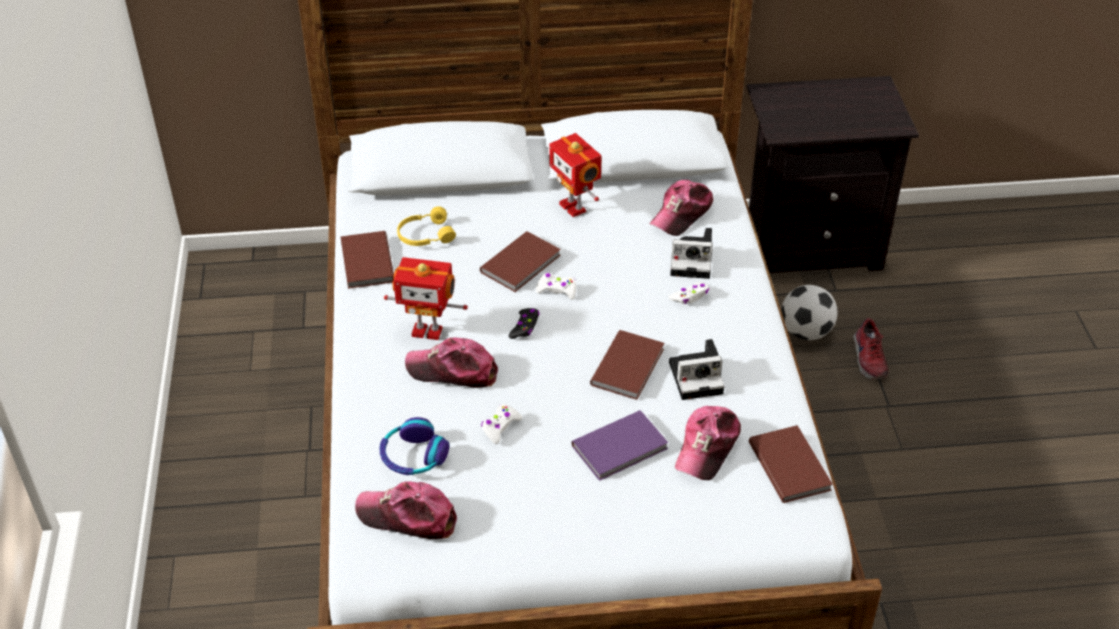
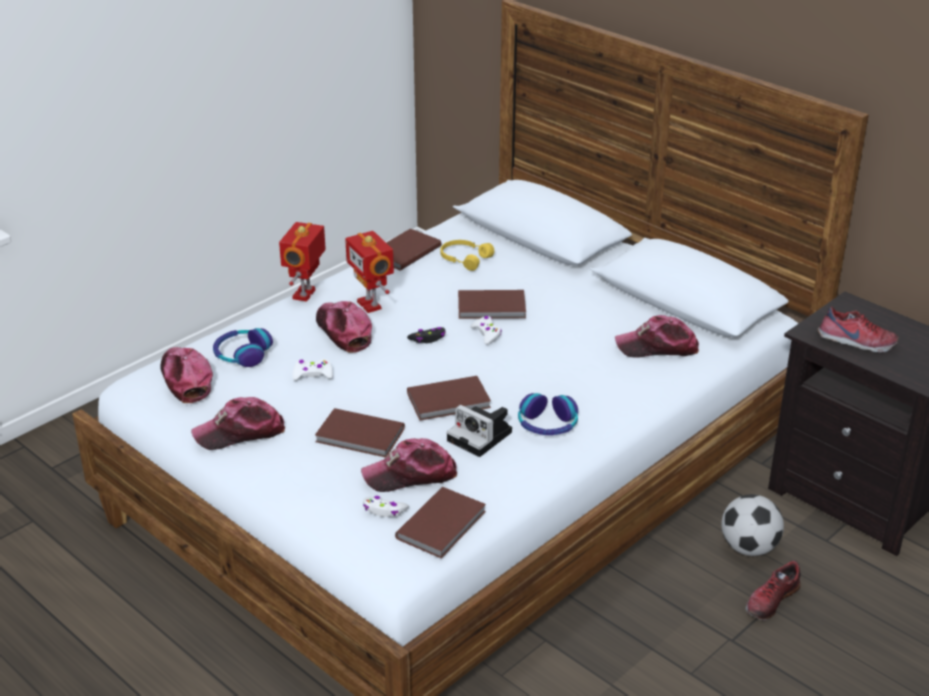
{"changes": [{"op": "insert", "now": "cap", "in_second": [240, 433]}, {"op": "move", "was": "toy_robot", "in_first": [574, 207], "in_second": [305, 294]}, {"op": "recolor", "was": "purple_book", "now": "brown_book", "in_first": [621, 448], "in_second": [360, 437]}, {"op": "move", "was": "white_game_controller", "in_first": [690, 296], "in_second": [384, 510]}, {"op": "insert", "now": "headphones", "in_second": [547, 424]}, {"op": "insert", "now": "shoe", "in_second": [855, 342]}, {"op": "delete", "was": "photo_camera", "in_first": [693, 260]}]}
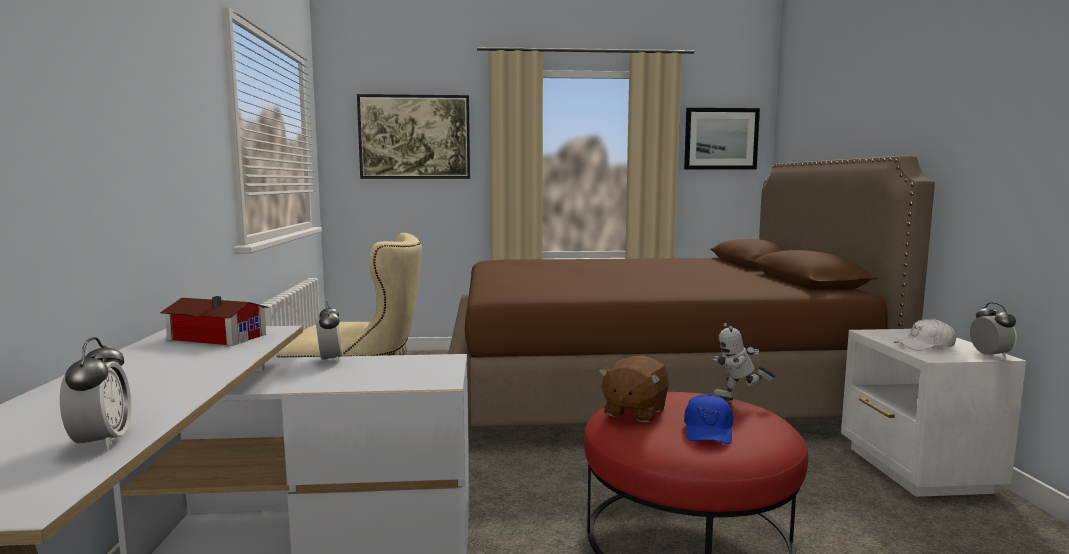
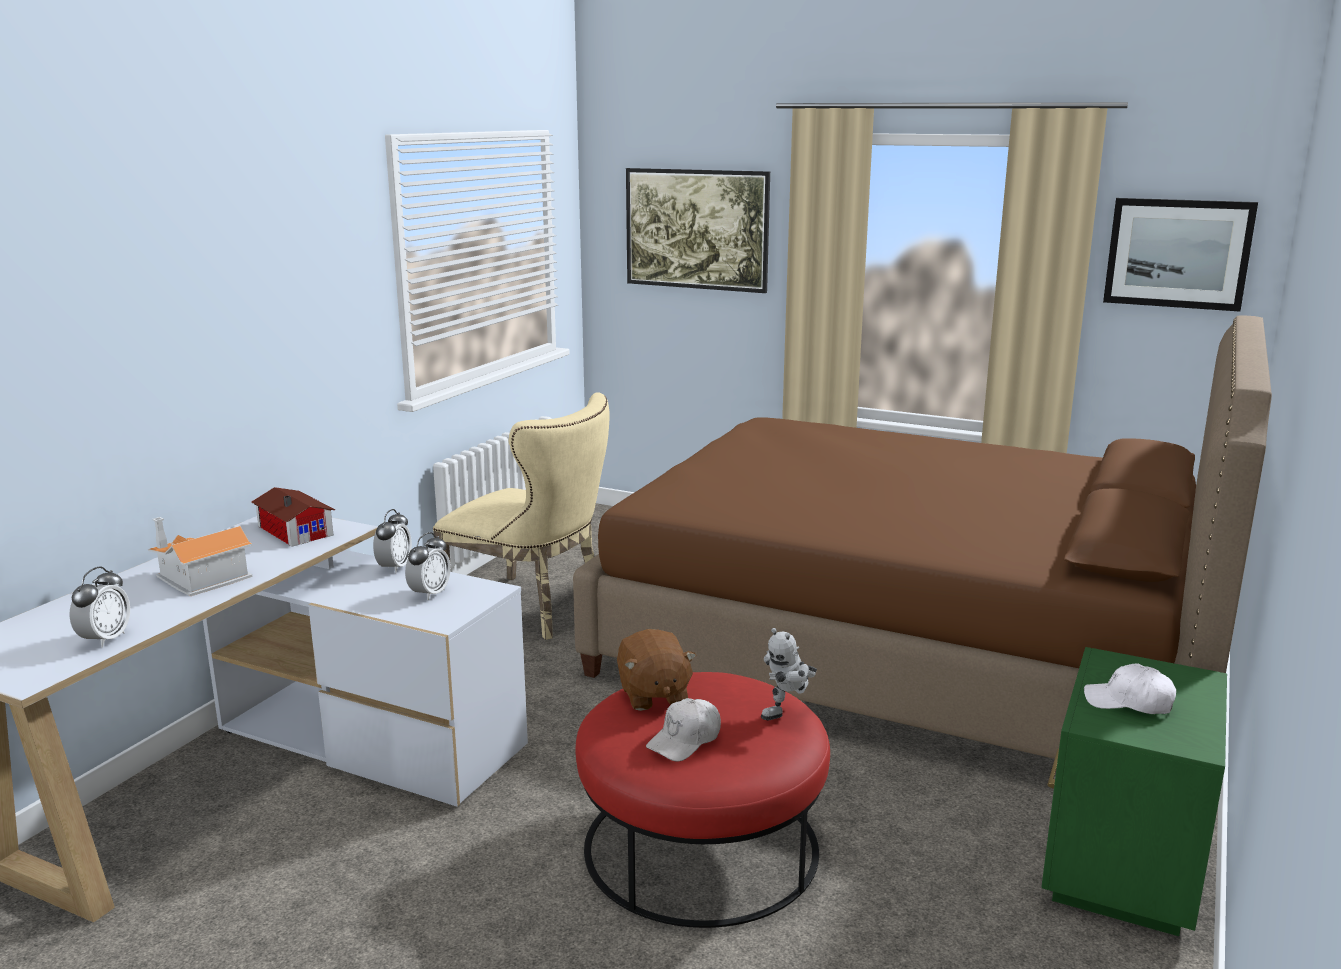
{"changes": [{"op": "insert", "now": "toy_house", "in_second": [199, 579]}, {"op": "move", "was": "alarm_clock", "in_first": [990, 355], "in_second": [429, 594]}, {"op": "rotate", "was": "brown_plush_toy", "in_first": [634, 412], "in_second": [653, 695], "clockwise": -75}, {"op": "recolor", "was": "blue_cap", "now": "white_cap", "in_first": [708, 431], "in_second": [685, 740]}, {"op": "rotate", "was": "toy_robot", "in_first": [739, 401], "in_second": [788, 713], "clockwise": -75}, {"op": "recolor", "was": "white_nightstand", "now": "green_nightstand", "in_first": [916, 470], "in_second": [1118, 871]}]}
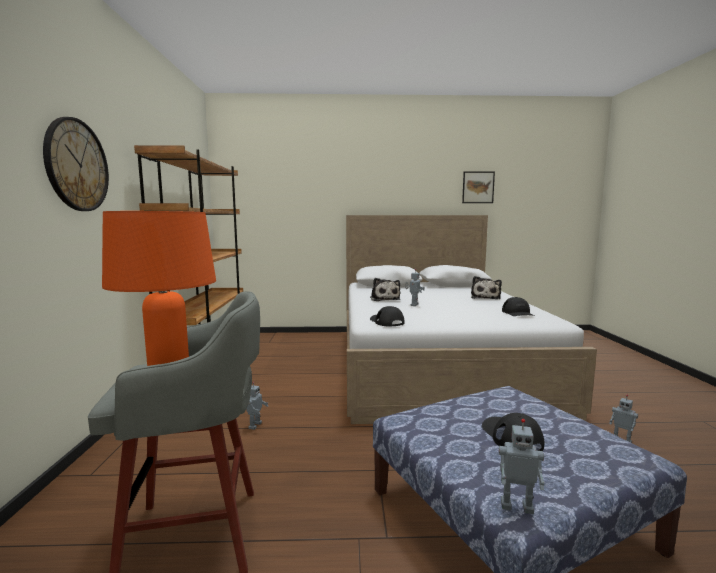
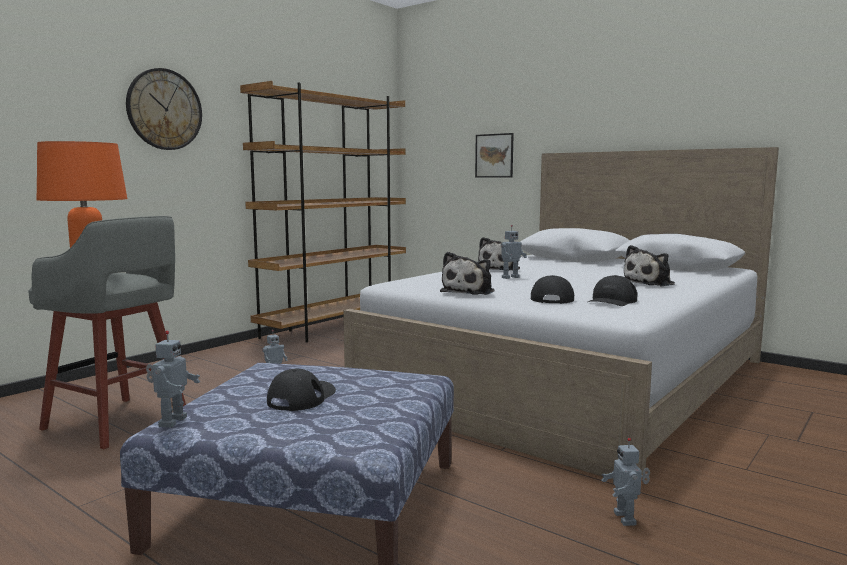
{"changes": [{"op": "rotate", "was": "toy_robot", "in_first": [516, 506], "in_second": [171, 421], "clockwise": -135}, {"op": "insert", "now": "plush_toy", "in_second": [469, 292]}, {"op": "move", "was": "picture", "in_first": [478, 187], "in_second": [494, 155]}, {"op": "move", "was": "black_cap", "in_first": [386, 321], "in_second": [552, 298]}]}
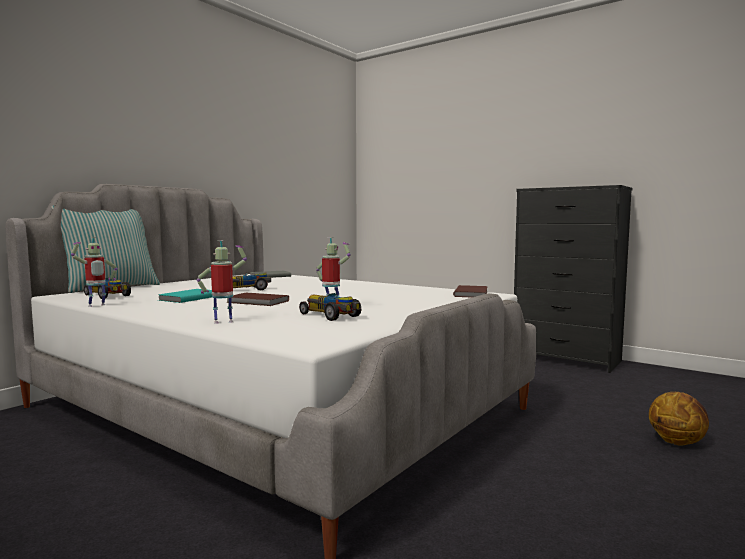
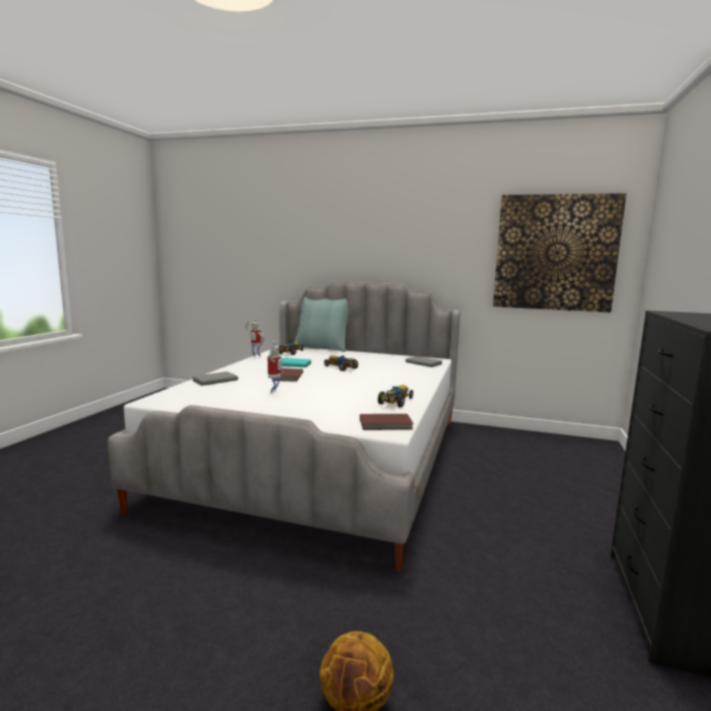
{"changes": [{"op": "replace", "was": "toy_robot", "now": "grey_book", "in_first": [224, 322], "in_second": [214, 380]}, {"op": "move", "was": "toy_car", "in_first": [331, 316], "in_second": [395, 402]}, {"op": "insert", "now": "picture", "in_second": [555, 253]}]}
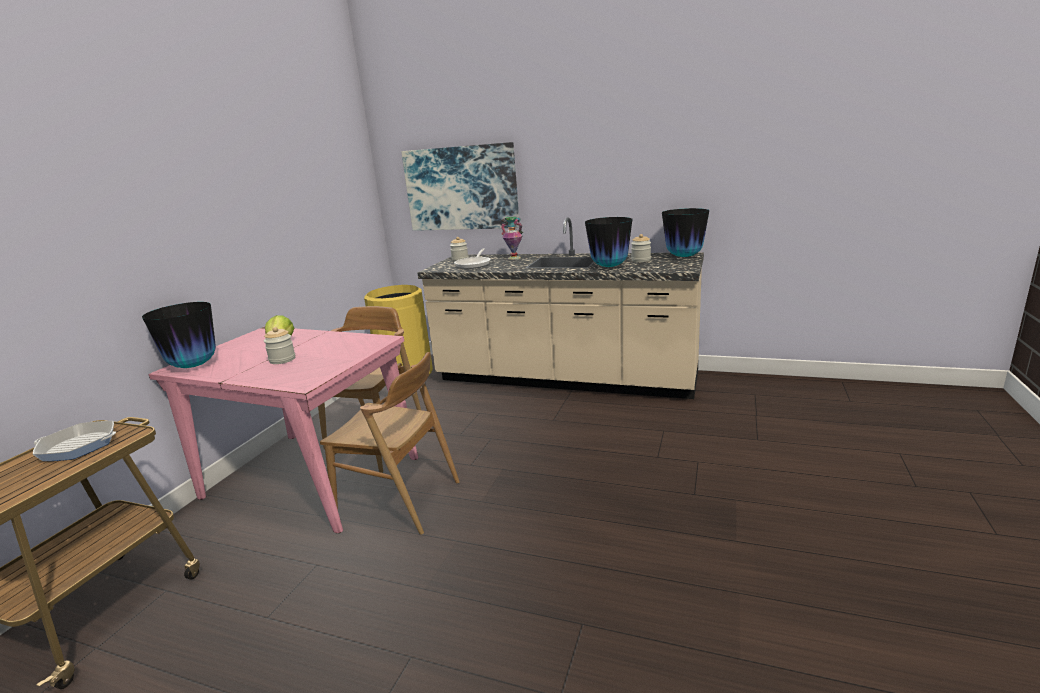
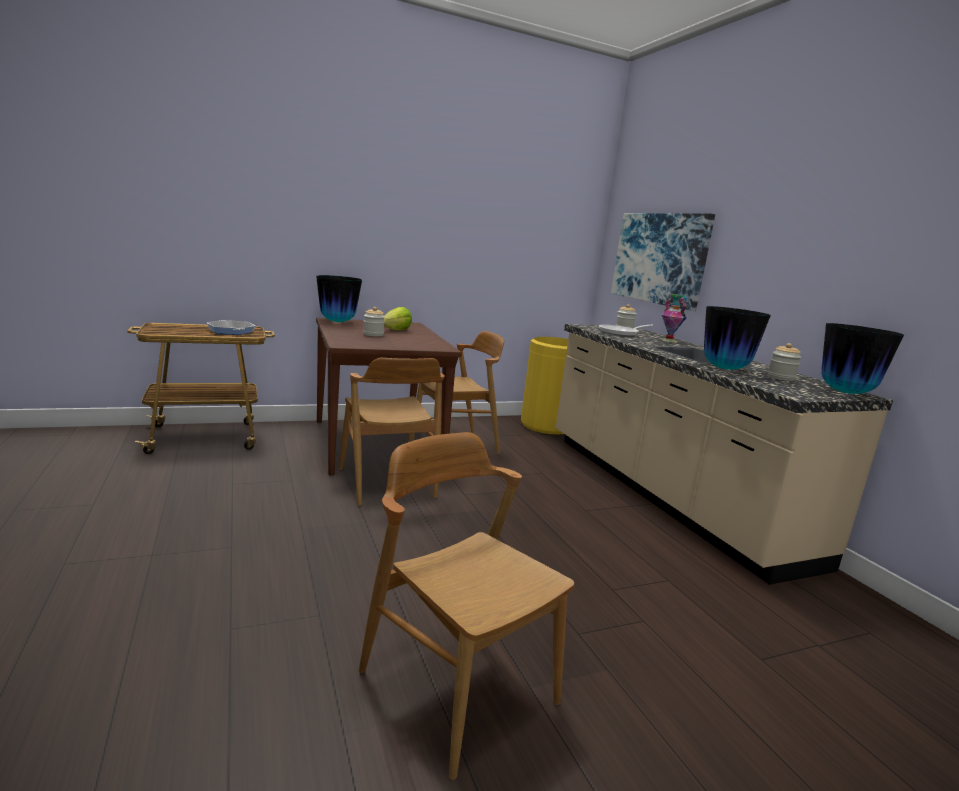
{"changes": [{"op": "recolor", "was": "pink_dining_table", "now": "brown_dining_table", "in_first": [310, 477], "in_second": [375, 443]}, {"op": "insert", "now": "brown_chair", "in_second": [457, 686]}]}
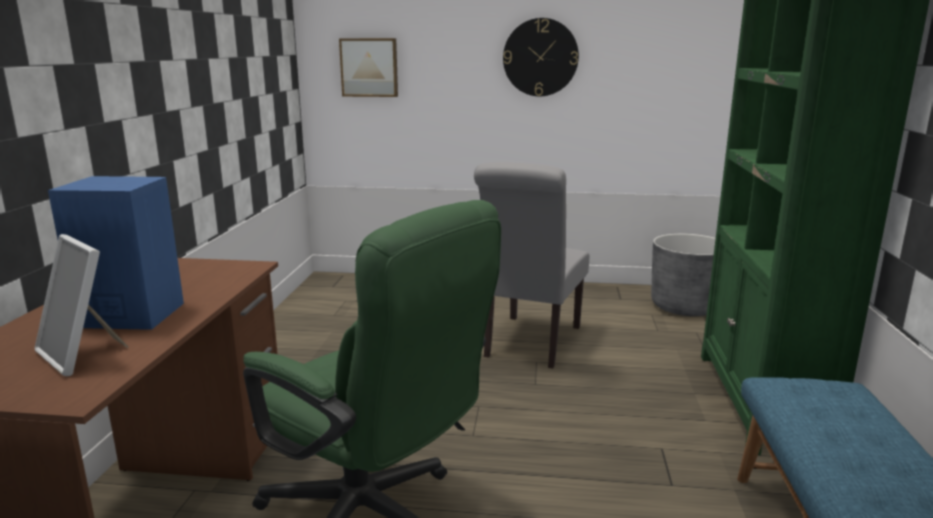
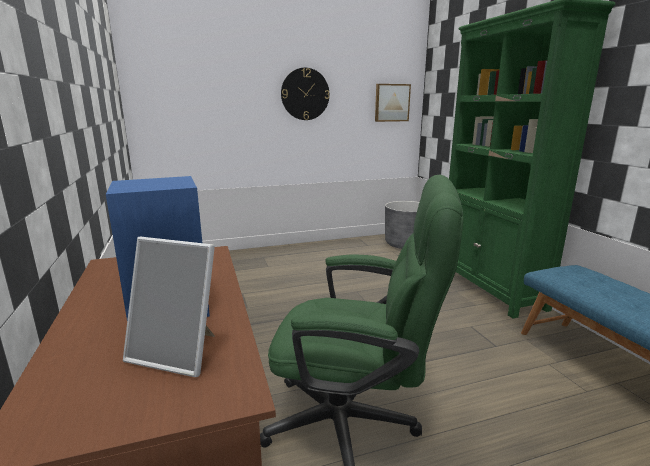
{"changes": [{"op": "move", "was": "picture", "in_first": [369, 67], "in_second": [391, 102]}, {"op": "delete", "was": "grey_chair", "in_first": [530, 344]}]}
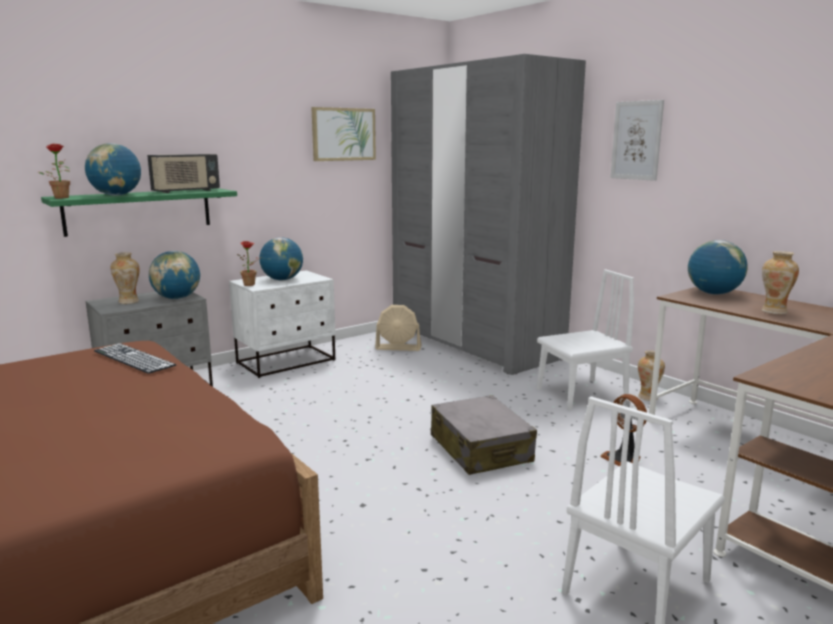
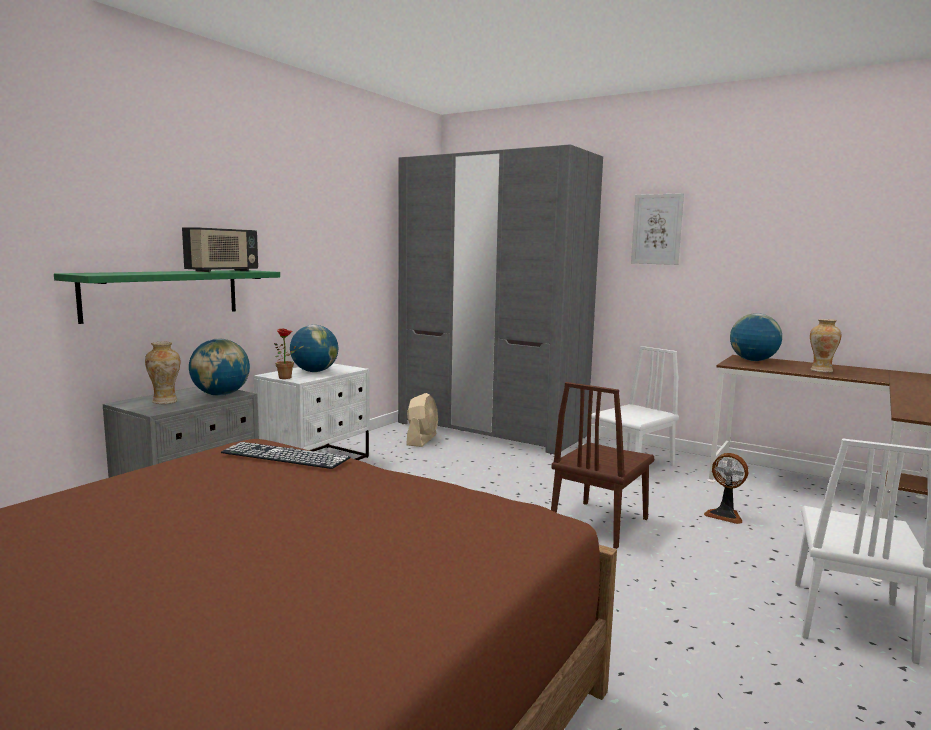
{"changes": [{"op": "rotate", "was": "beige_fan", "in_first": [398, 348], "in_second": [422, 440], "clockwise": -60}, {"op": "replace", "was": "grey_suitcase", "now": "brown_chair", "in_first": [480, 449], "in_second": [599, 523]}, {"op": "delete", "was": "potted_plant", "in_first": [61, 197]}, {"op": "delete", "was": "globe", "in_first": [116, 195]}, {"op": "delete", "was": "picture", "in_first": [343, 134]}, {"op": "delete", "was": "vase", "in_first": [648, 397]}]}
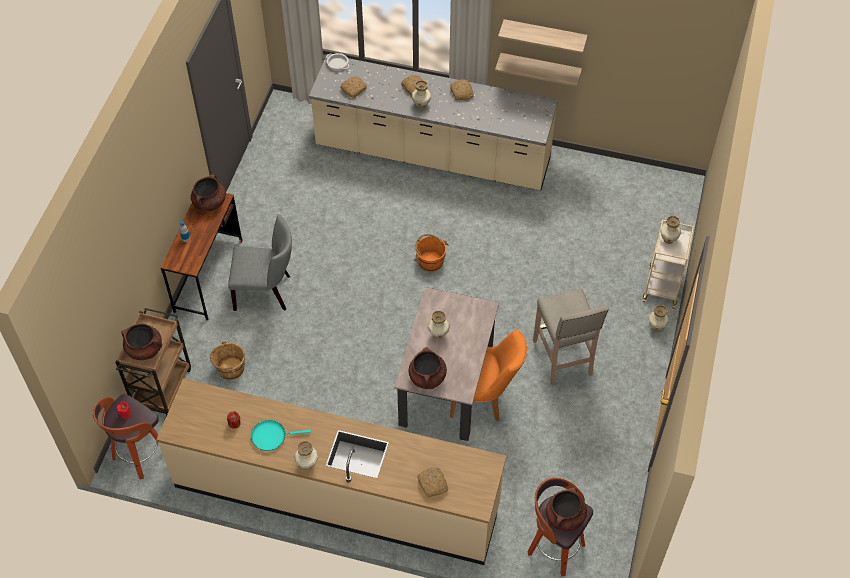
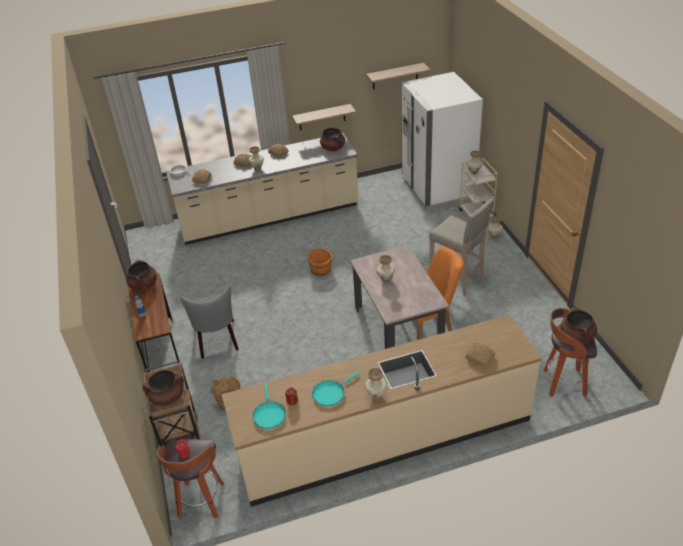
{"changes": [{"op": "rotate", "was": "grey_chair", "in_first": [266, 291], "in_second": [217, 341], "clockwise": 105}, {"op": "insert", "now": "turquoise_frying_pan", "in_second": [269, 414]}, {"op": "move", "was": "brown_cooking_pot", "in_first": [427, 377], "in_second": [333, 148]}, {"op": "move", "was": "shelf", "in_first": [544, 35], "in_second": [395, 76]}, {"op": "insert", "now": "white_fridge", "in_second": [437, 189]}]}
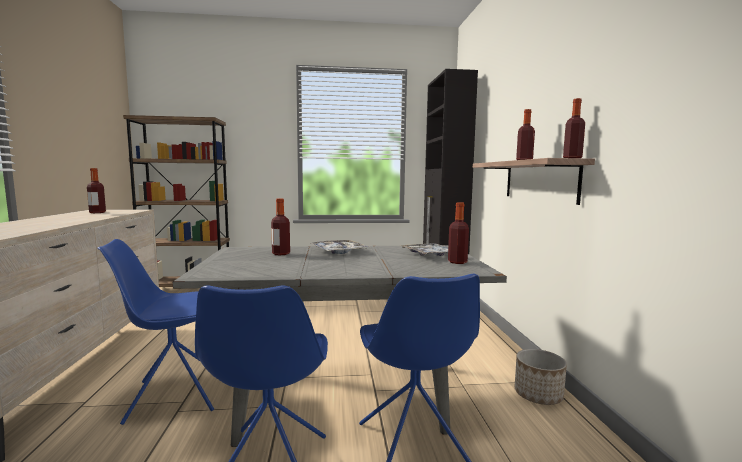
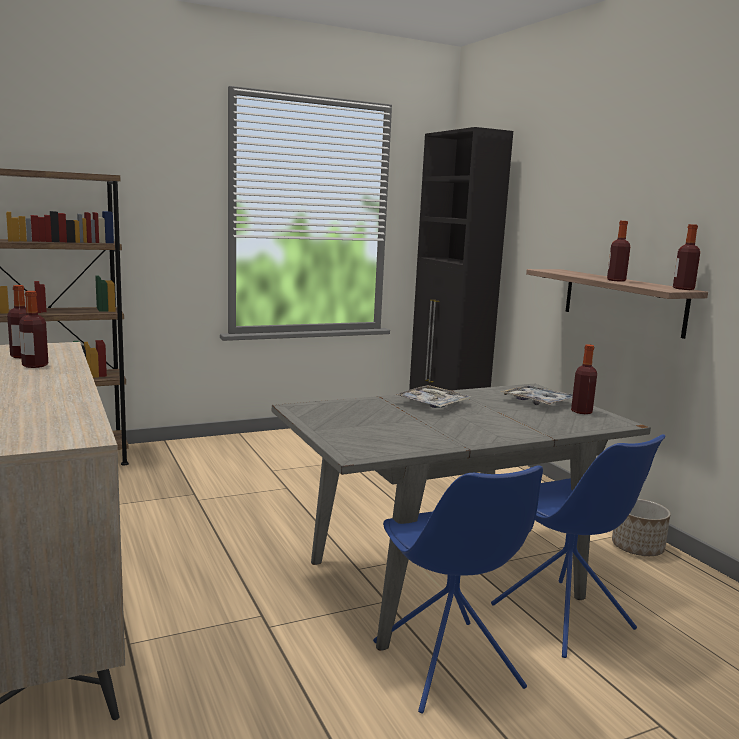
{"changes": [{"op": "move", "was": "bottle", "in_first": [281, 254], "in_second": [35, 365]}, {"op": "delete", "was": "blue_chair", "in_first": [173, 396]}]}
